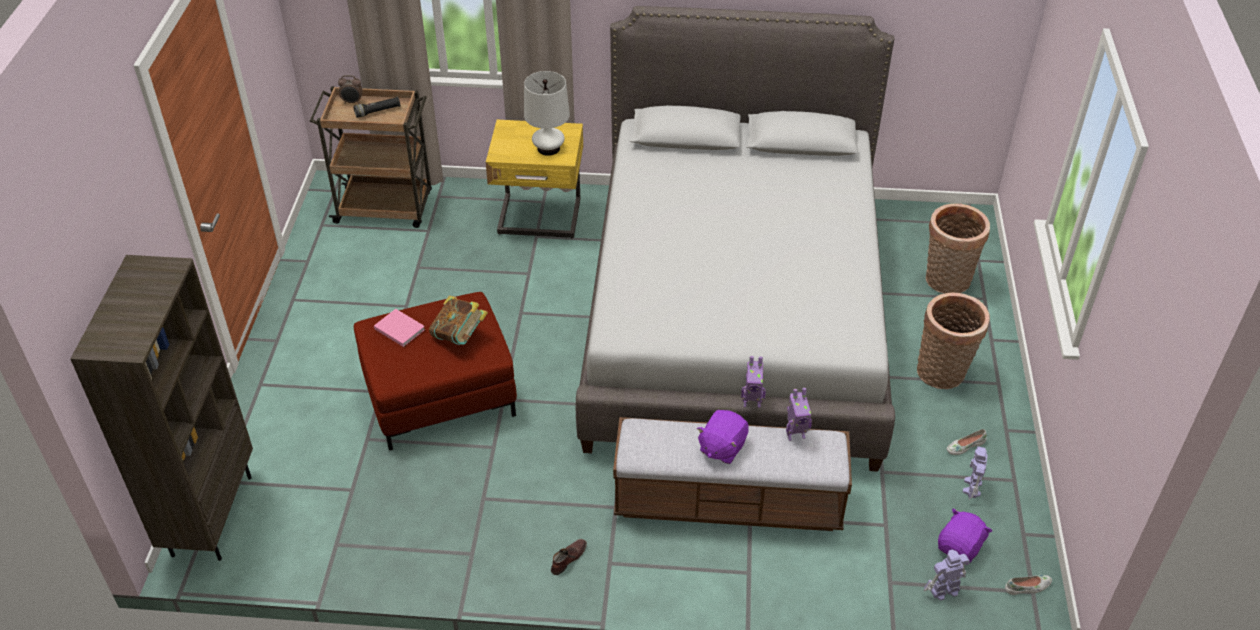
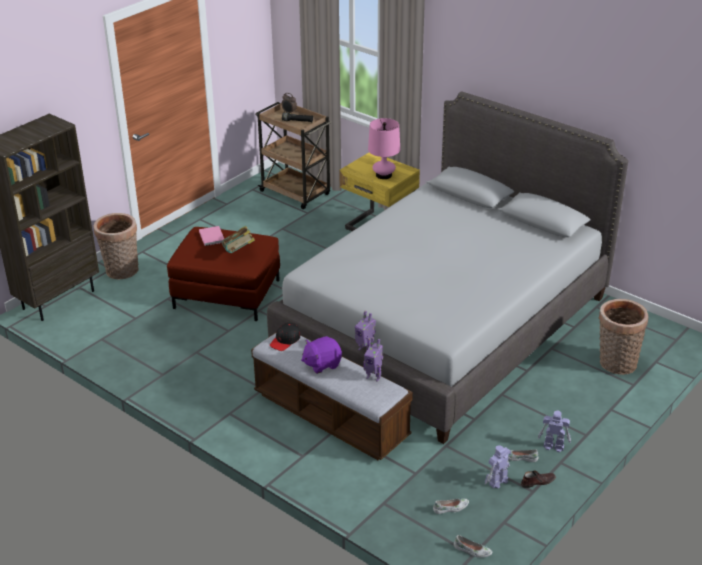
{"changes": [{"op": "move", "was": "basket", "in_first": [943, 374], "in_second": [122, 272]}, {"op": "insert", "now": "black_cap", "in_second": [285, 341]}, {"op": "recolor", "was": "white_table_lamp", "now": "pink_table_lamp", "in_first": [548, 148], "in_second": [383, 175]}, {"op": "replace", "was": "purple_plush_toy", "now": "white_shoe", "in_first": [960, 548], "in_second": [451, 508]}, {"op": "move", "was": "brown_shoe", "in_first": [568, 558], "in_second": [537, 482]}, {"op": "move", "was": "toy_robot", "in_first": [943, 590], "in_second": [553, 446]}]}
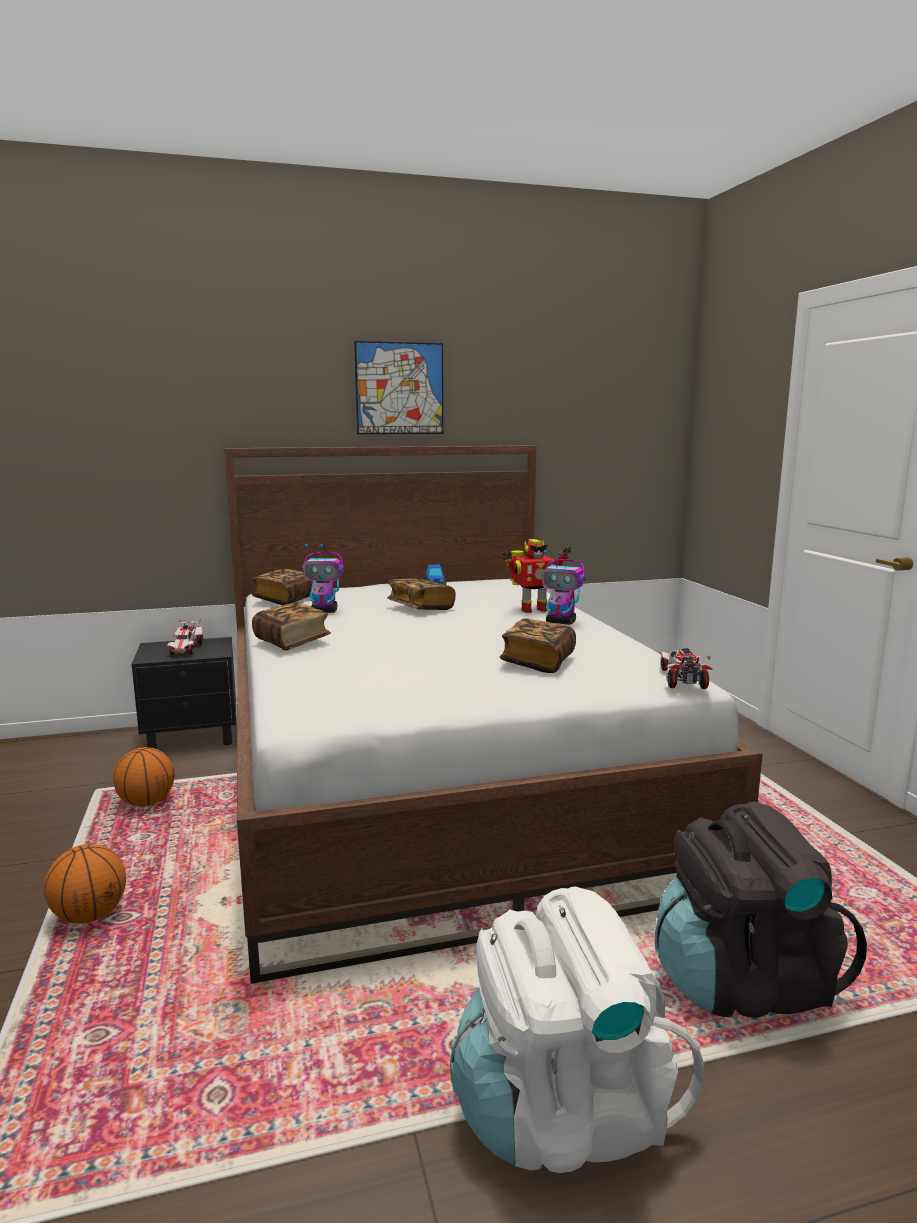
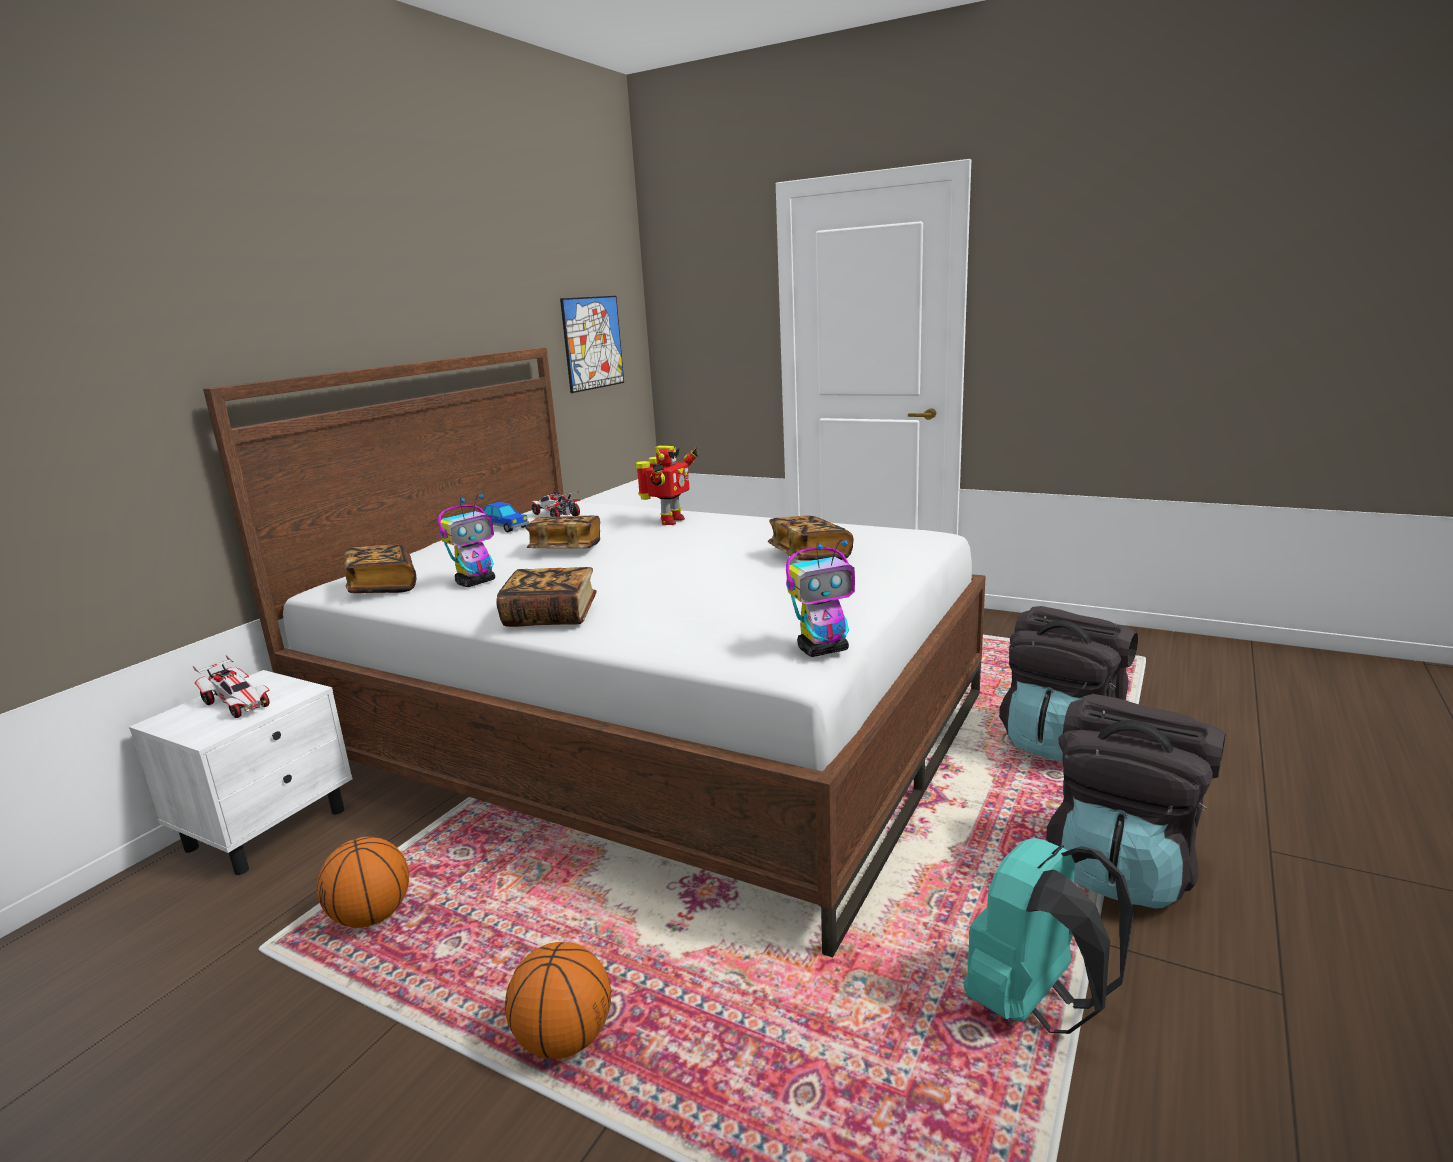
{"changes": [{"op": "recolor", "was": "black_nightstand", "now": "white_nightstand", "in_first": [193, 737], "in_second": [269, 828]}, {"op": "move", "was": "toy_car", "in_first": [681, 679], "in_second": [555, 516]}, {"op": "move", "was": "picture", "in_first": [399, 388], "in_second": [593, 343]}, {"op": "move", "was": "toy_robot", "in_first": [561, 622], "in_second": [823, 649]}, {"op": "insert", "now": "turquoise_backpack", "in_second": [1035, 1004]}, {"op": "recolor", "was": "white_backpack", "now": "black_backpack", "in_first": [563, 1112], "in_second": [1124, 866]}]}
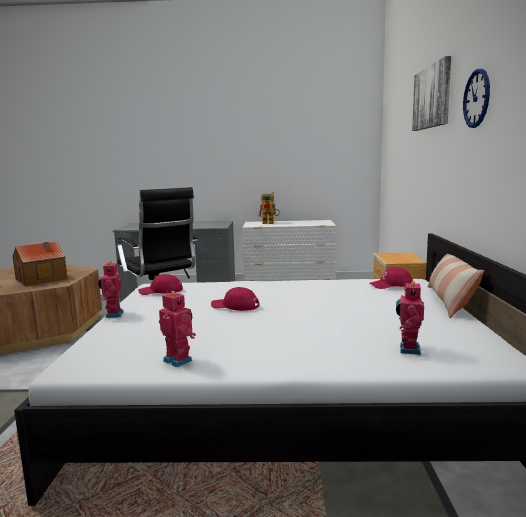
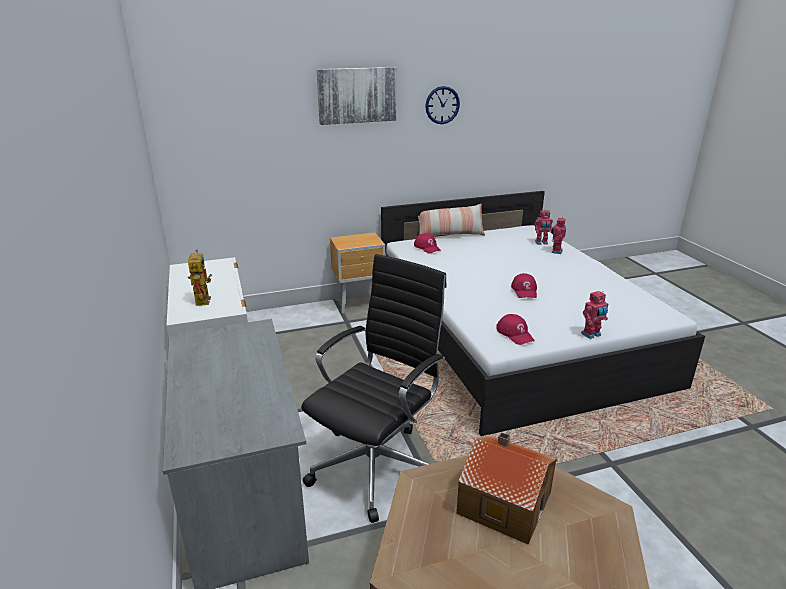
{"changes": [{"op": "move", "was": "toy_robot", "in_first": [179, 360], "in_second": [555, 251]}]}
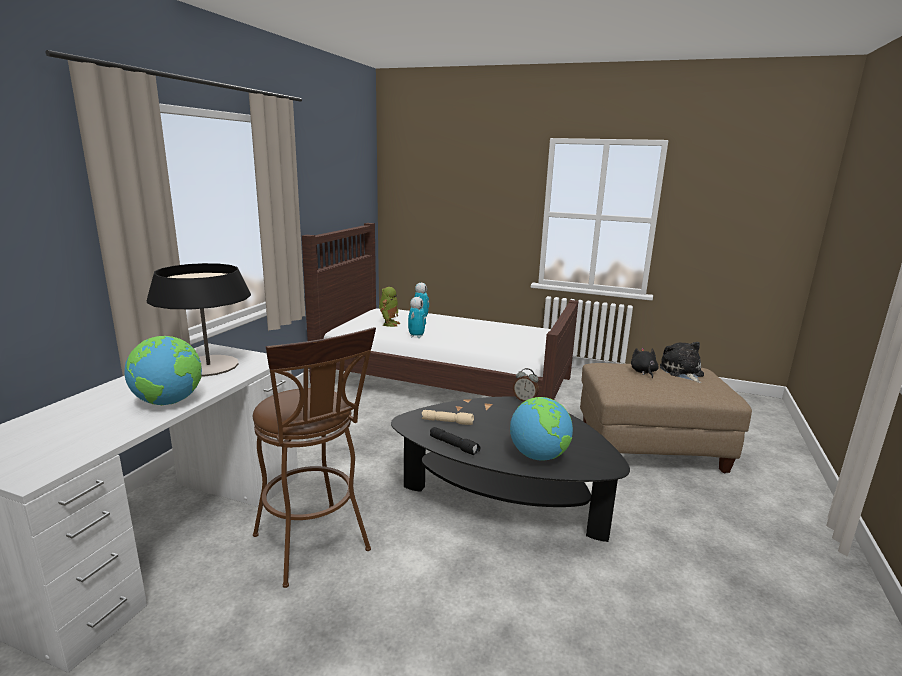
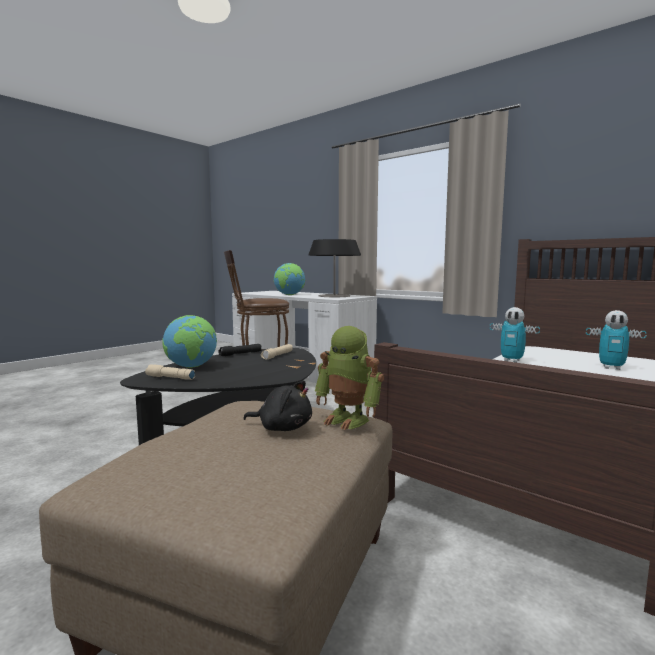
{"changes": [{"op": "insert", "now": "beige_flashlight", "in_second": [169, 378]}, {"op": "move", "was": "toy_robot", "in_first": [389, 324], "in_second": [348, 419]}, {"op": "delete", "was": "alarm_clock", "in_first": [525, 400]}, {"op": "delete", "was": "plush_toy", "in_first": [682, 372]}]}
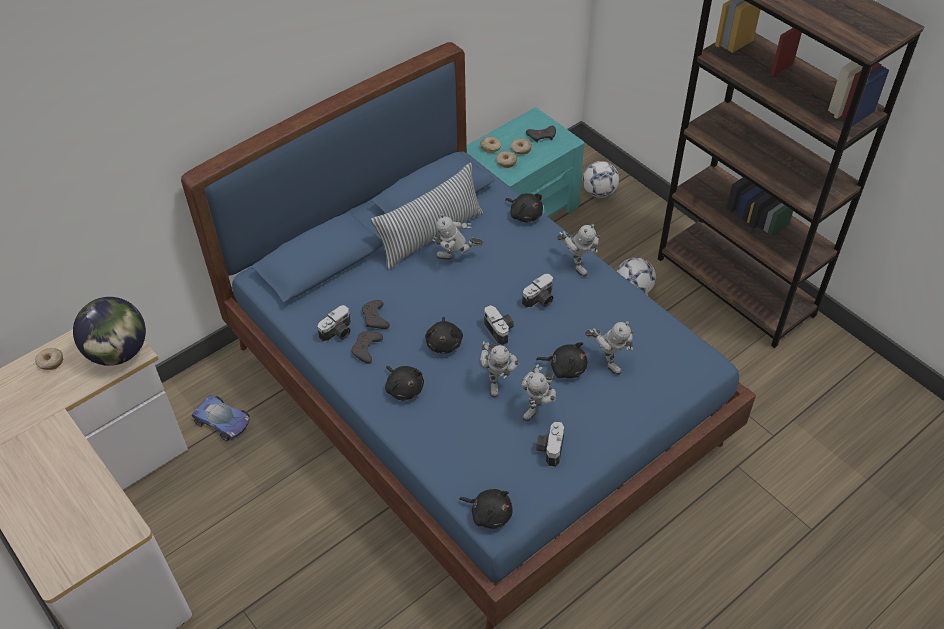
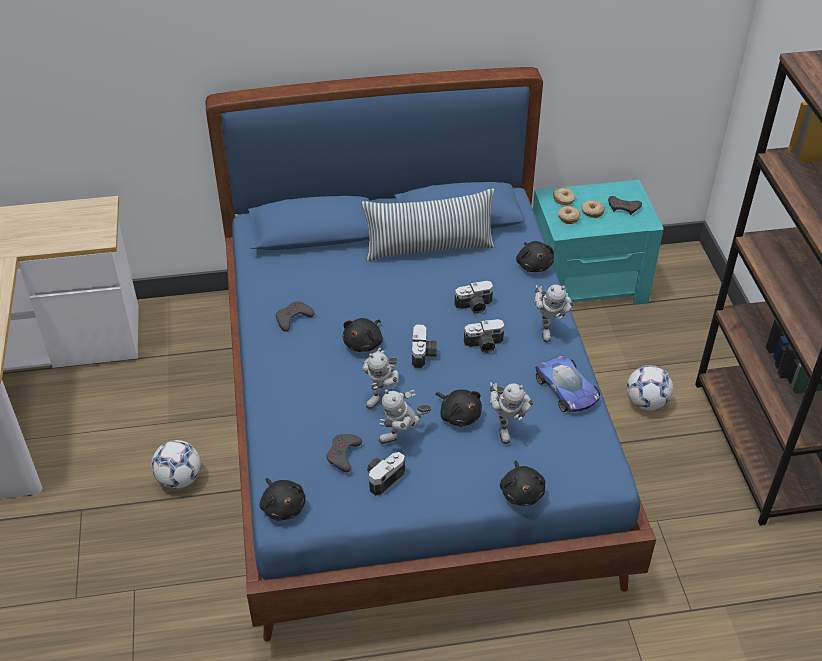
{"changes": [{"op": "move", "was": "football", "in_first": [599, 192], "in_second": [179, 479]}, {"op": "move", "was": "grey_game_controller", "in_first": [375, 318], "in_second": [343, 455]}, {"op": "move", "was": "photo_camera", "in_first": [338, 333], "in_second": [474, 306]}, {"op": "move", "was": "black_plush_toy", "in_first": [404, 388], "in_second": [522, 492]}, {"op": "move", "was": "toy_car", "in_first": [223, 421], "in_second": [567, 390]}, {"op": "delete", "was": "donut", "in_first": [50, 362]}, {"op": "delete", "was": "globe", "in_first": [118, 352]}, {"op": "delete", "was": "toy_robot", "in_first": [456, 259]}]}
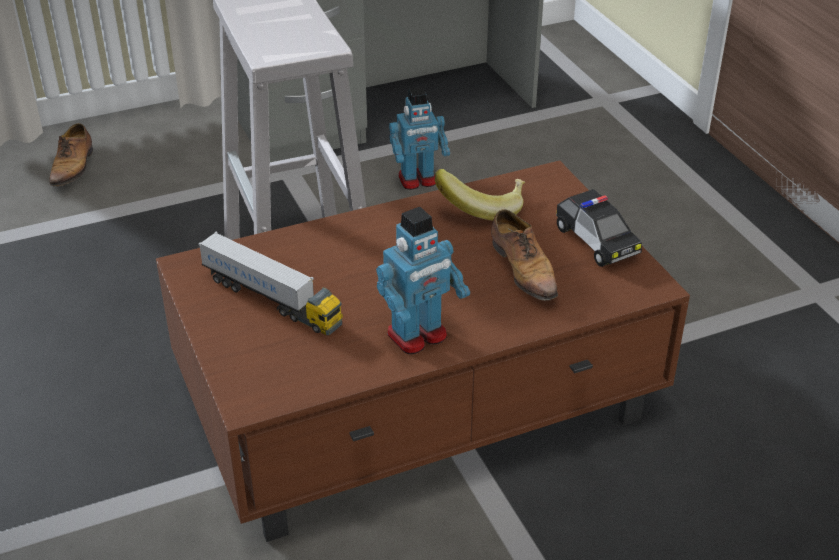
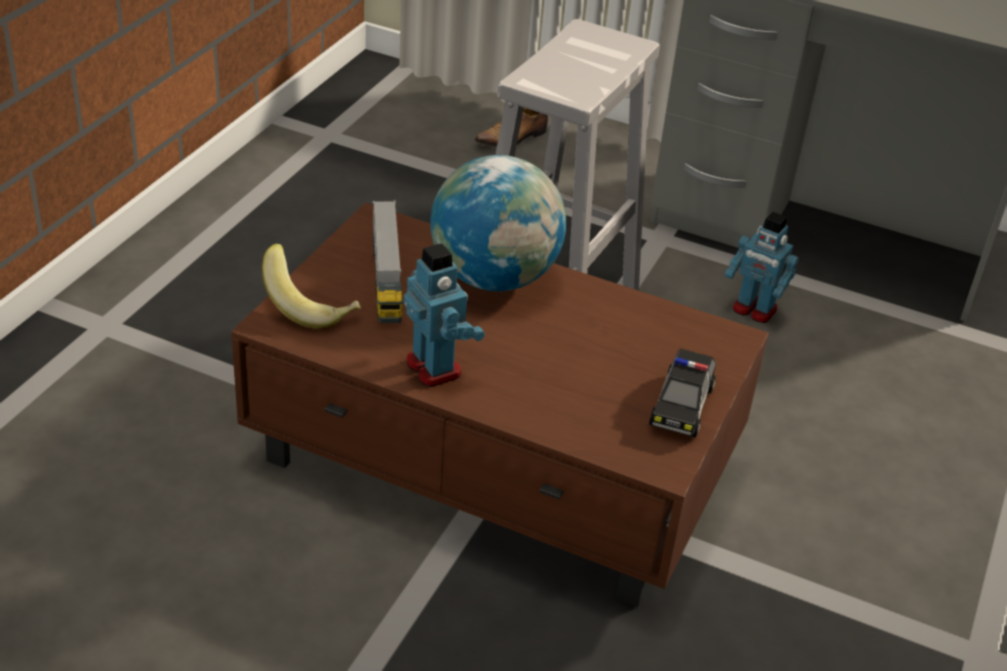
{"changes": [{"op": "move", "was": "banana", "in_first": [482, 208], "in_second": [311, 307]}, {"op": "rotate", "was": "toy_robot", "in_first": [418, 336], "in_second": [435, 367], "clockwise": -135}, {"op": "insert", "now": "globe", "in_second": [494, 278]}, {"op": "delete", "was": "shoe", "in_first": [524, 269]}]}
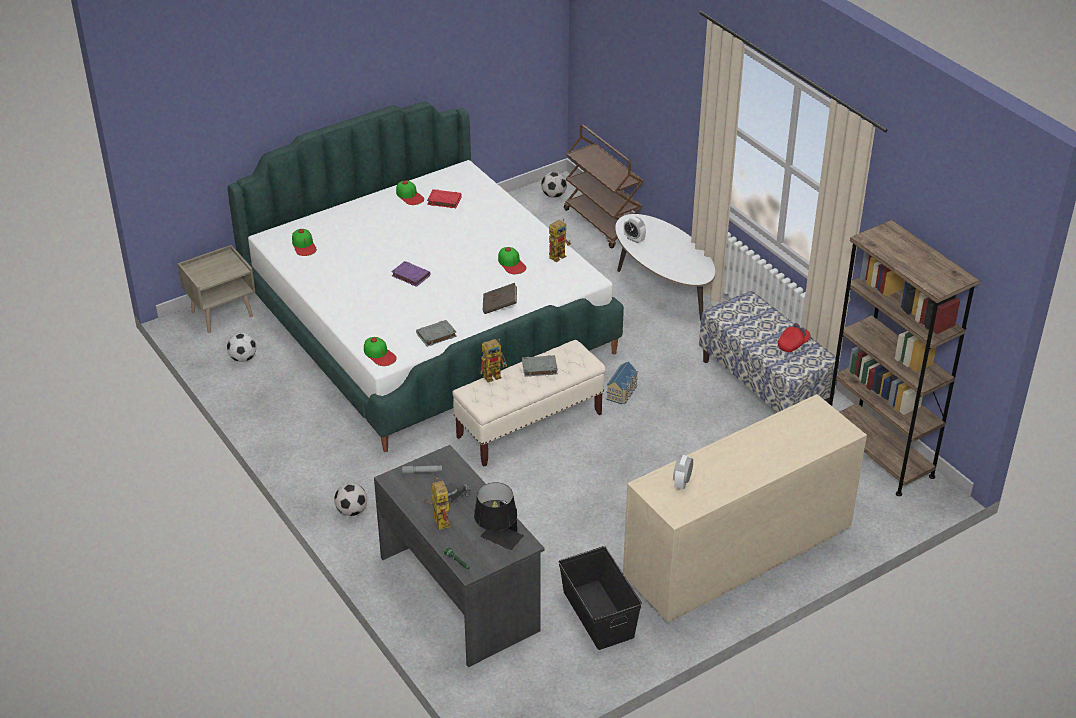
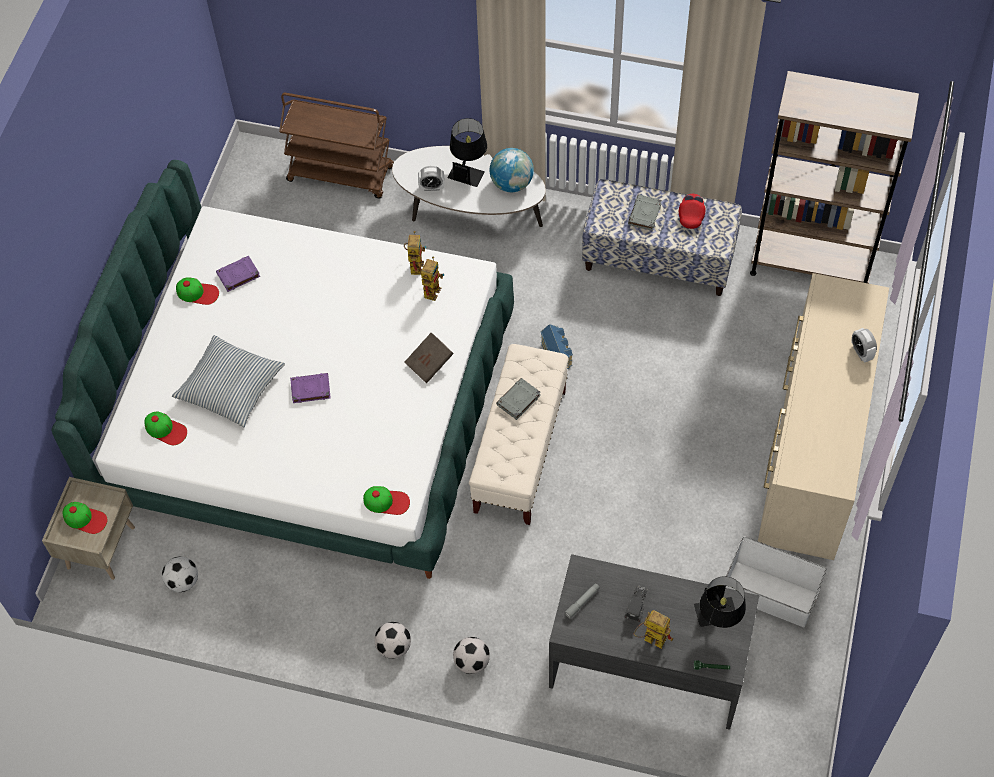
{"changes": [{"op": "move", "was": "cap", "in_first": [511, 263], "in_second": [85, 519]}, {"op": "insert", "now": "pillow", "in_second": [230, 387]}, {"op": "recolor", "was": "red_book", "now": "purple_book", "in_first": [444, 201], "in_second": [238, 275]}, {"op": "move", "was": "football", "in_first": [553, 195], "in_second": [394, 647]}, {"op": "move", "was": "toy_robot", "in_first": [495, 375], "in_second": [432, 288]}, {"op": "insert", "now": "black_table_lamp", "in_second": [468, 169]}, {"op": "insert", "now": "globe", "in_second": [512, 183]}, {"op": "move", "was": "grey_book", "in_first": [436, 335], "in_second": [644, 214]}, {"op": "recolor", "was": "black_storage_box", "now": "white_storage_box", "in_first": [598, 614], "in_second": [770, 595]}, {"op": "move", "was": "alarm_clock", "in_first": [682, 482], "in_second": [861, 352]}]}
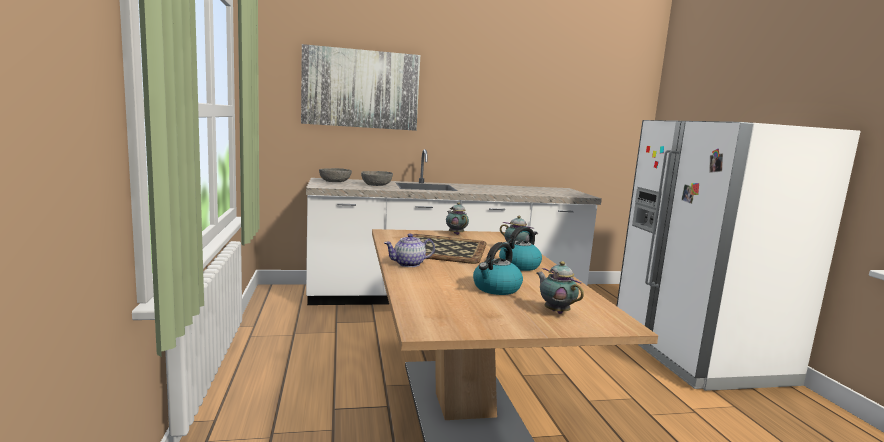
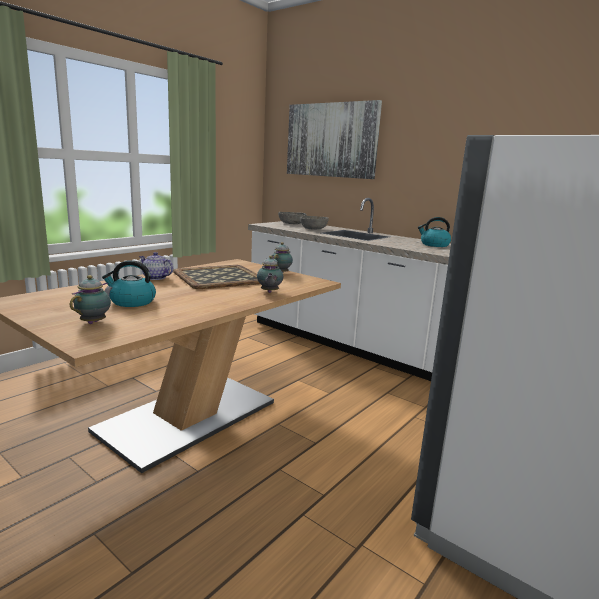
{"changes": [{"op": "move", "was": "kettle", "in_first": [519, 266], "in_second": [434, 245]}]}
